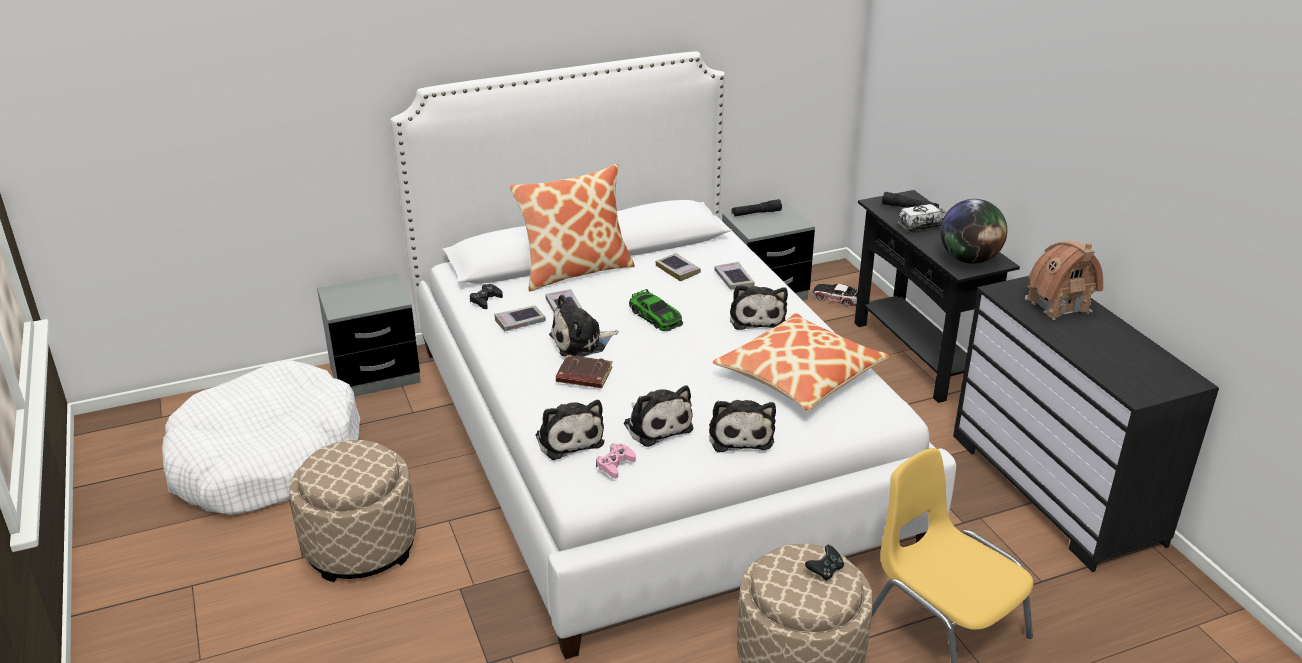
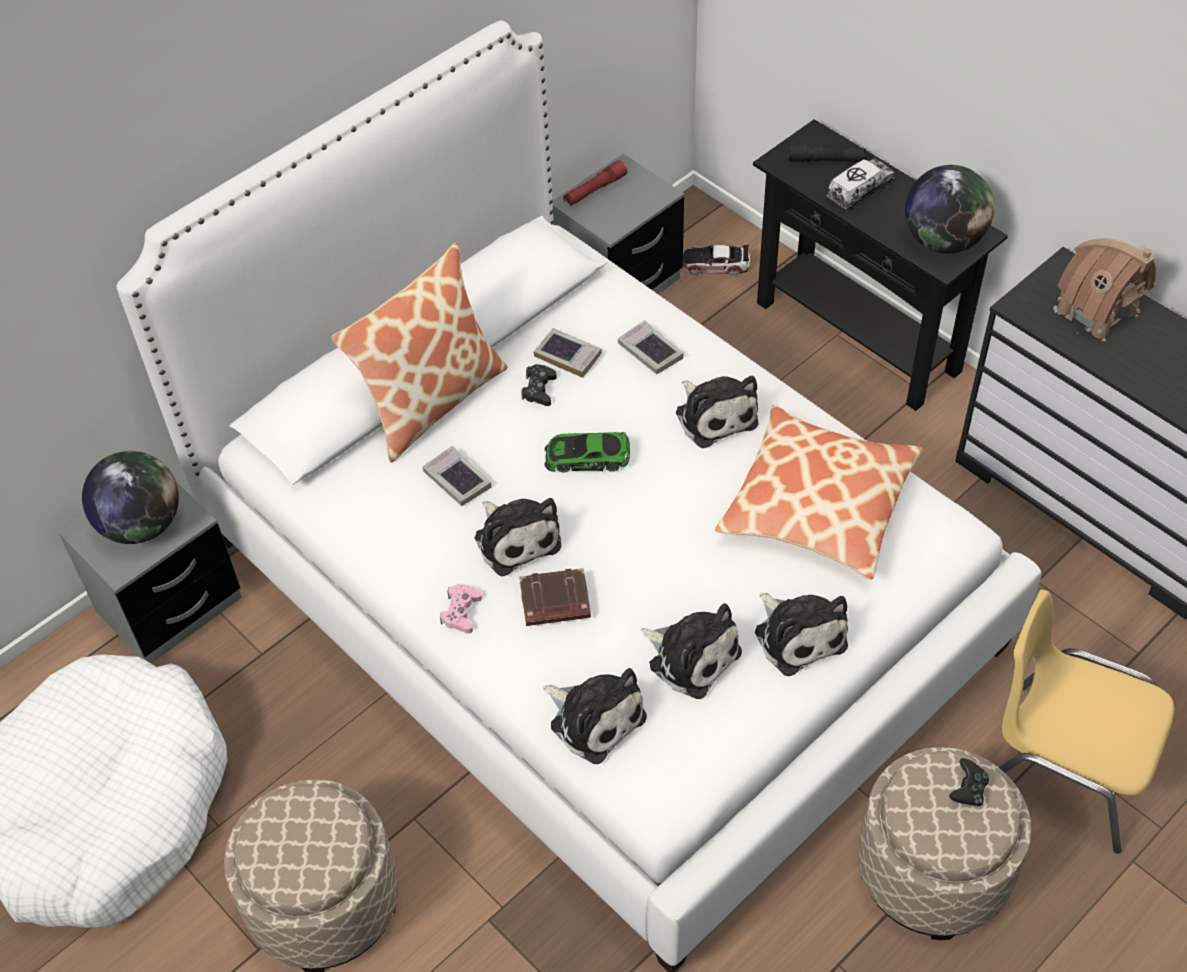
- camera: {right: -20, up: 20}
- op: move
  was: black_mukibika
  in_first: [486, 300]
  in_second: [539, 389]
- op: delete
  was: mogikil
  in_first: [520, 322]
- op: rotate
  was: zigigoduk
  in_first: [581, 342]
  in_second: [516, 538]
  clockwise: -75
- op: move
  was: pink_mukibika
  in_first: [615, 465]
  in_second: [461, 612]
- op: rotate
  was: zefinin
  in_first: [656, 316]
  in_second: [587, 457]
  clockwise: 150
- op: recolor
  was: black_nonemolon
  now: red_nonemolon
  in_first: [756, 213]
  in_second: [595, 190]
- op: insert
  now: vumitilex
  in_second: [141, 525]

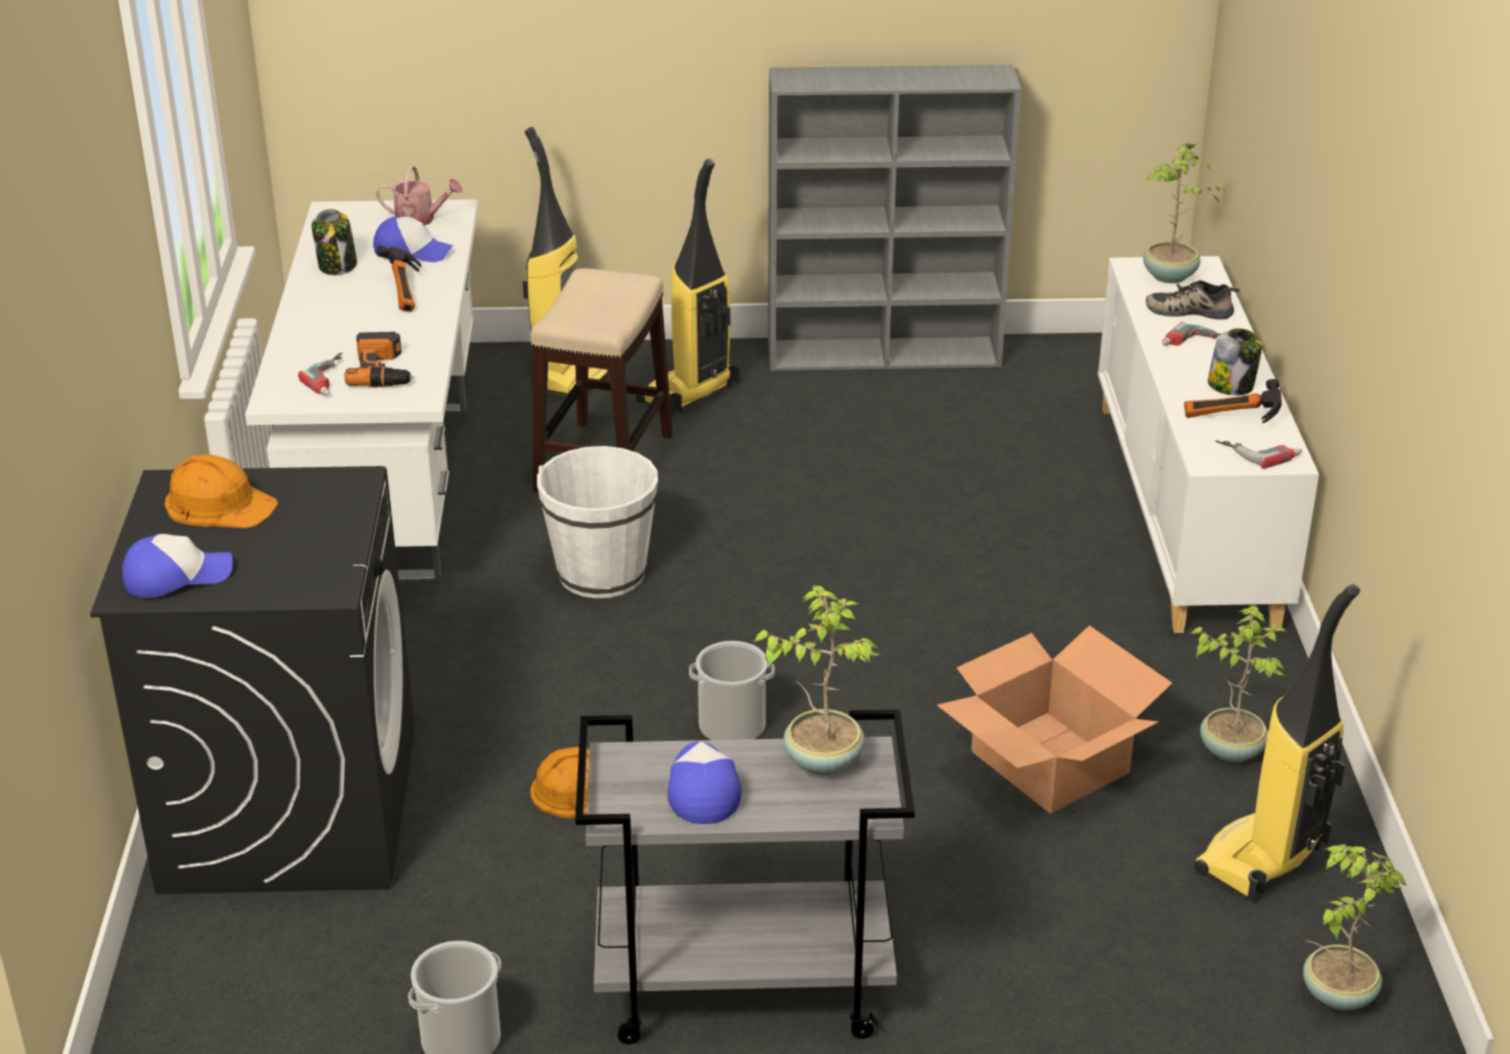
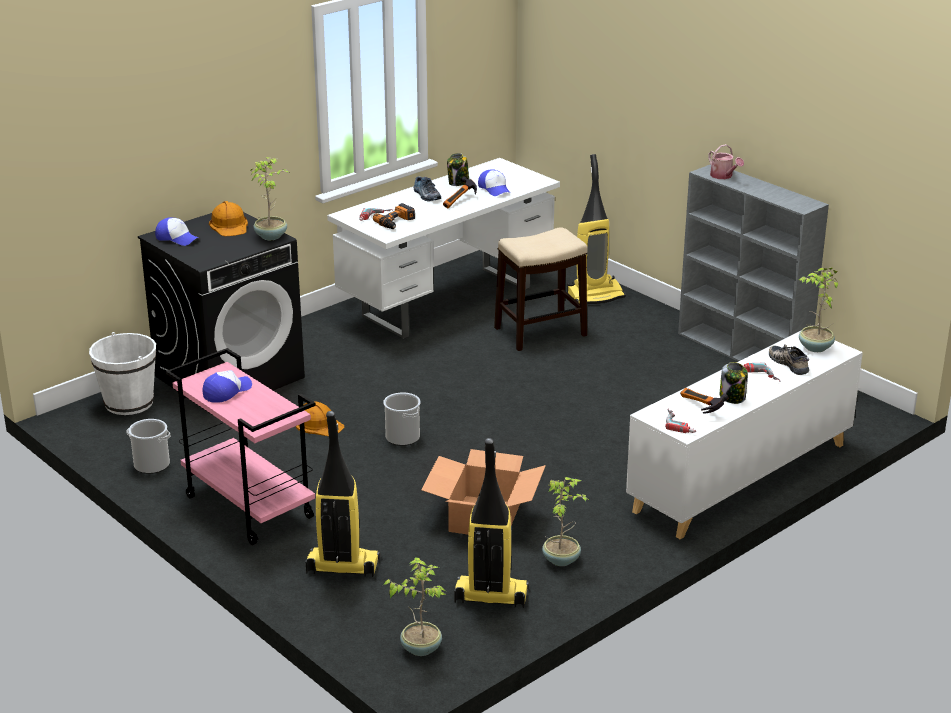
- camera: {right: 50, up: -5}
- op: move
  was: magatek
  in_first: [420, 219]
  in_second: [723, 176]
- op: move
  was: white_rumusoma
  in_first: [601, 573]
  in_second: [129, 403]
- op: recolor
  was: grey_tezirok
  now: pink_tezirok
  in_first: [741, 988]
  in_second: [247, 507]
- op: move
  was: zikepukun
  in_first: [689, 394]
  in_second: [341, 567]
- op: move
  was: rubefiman
  in_first: [822, 759]
  in_second: [271, 236]
- op: insert
  now: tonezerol
  in_second: [426, 195]

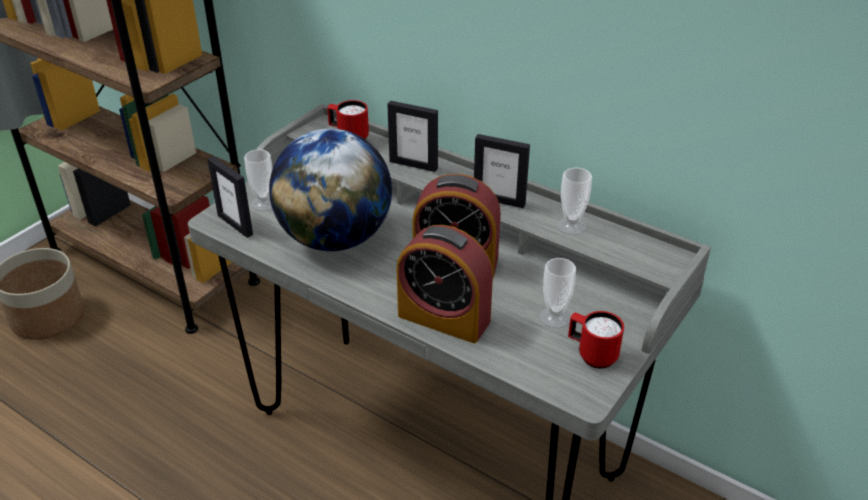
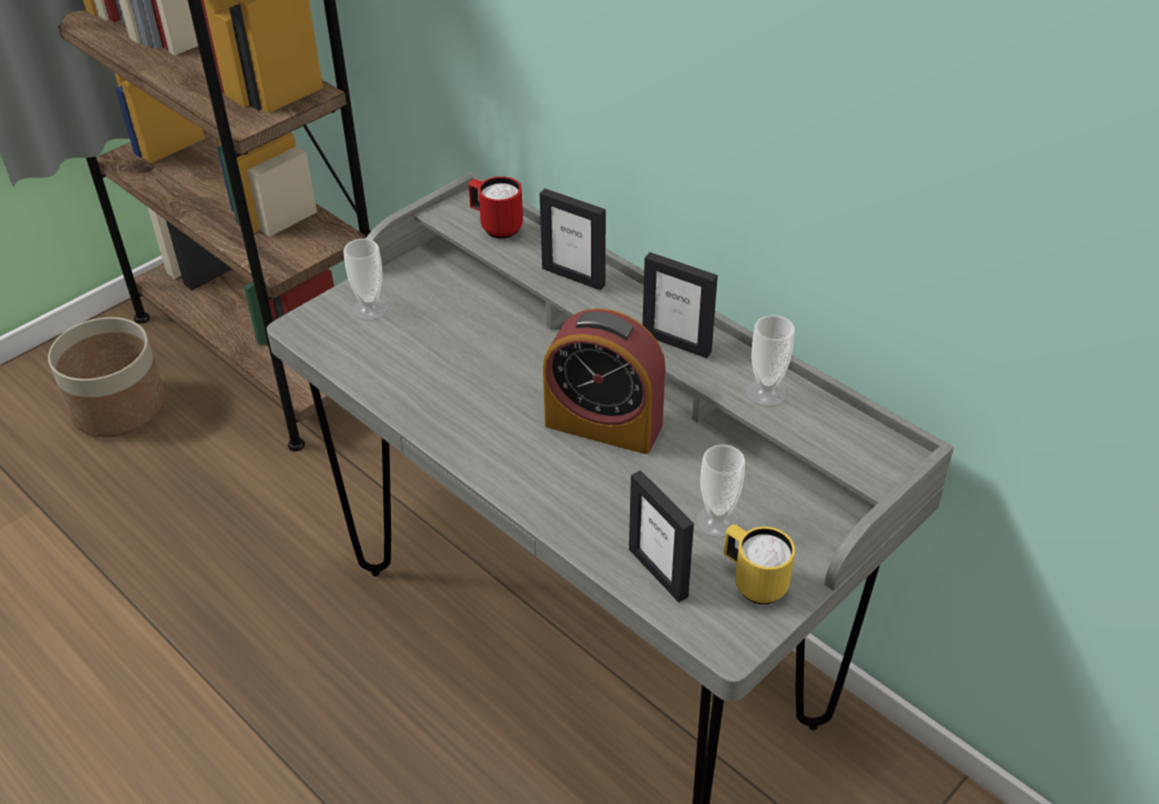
- camera: {right: 10, up: 5}
- op: move
  was: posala
  in_first: [235, 225]
  in_second: [658, 572]
- op: delete
  was: vumitilex
  in_first: [335, 238]
- op: delete
  was: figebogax
  in_first: [444, 318]
- op: recolor
  was: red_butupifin
  now: yellow_butupifin
  in_first: [591, 355]
  in_second: [753, 582]

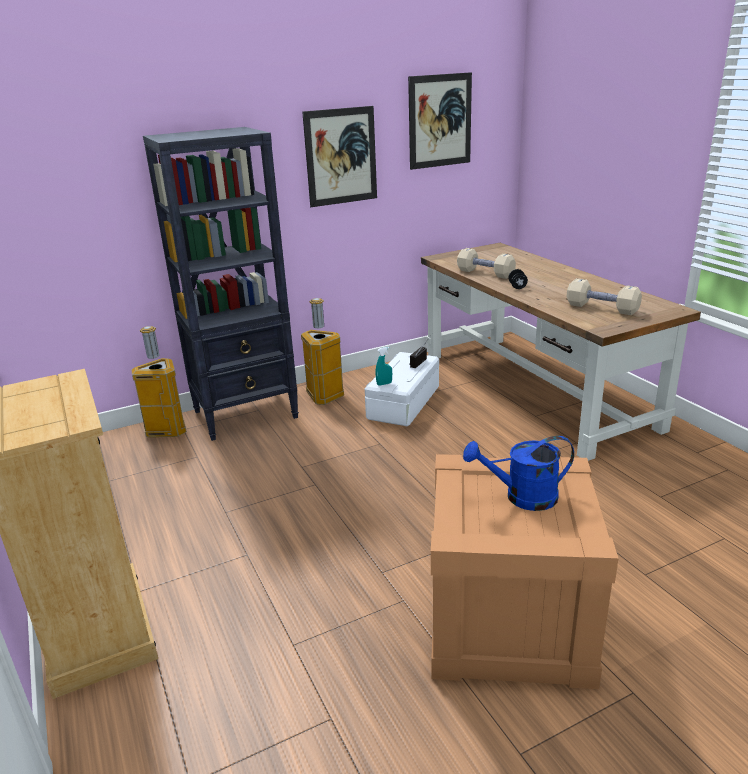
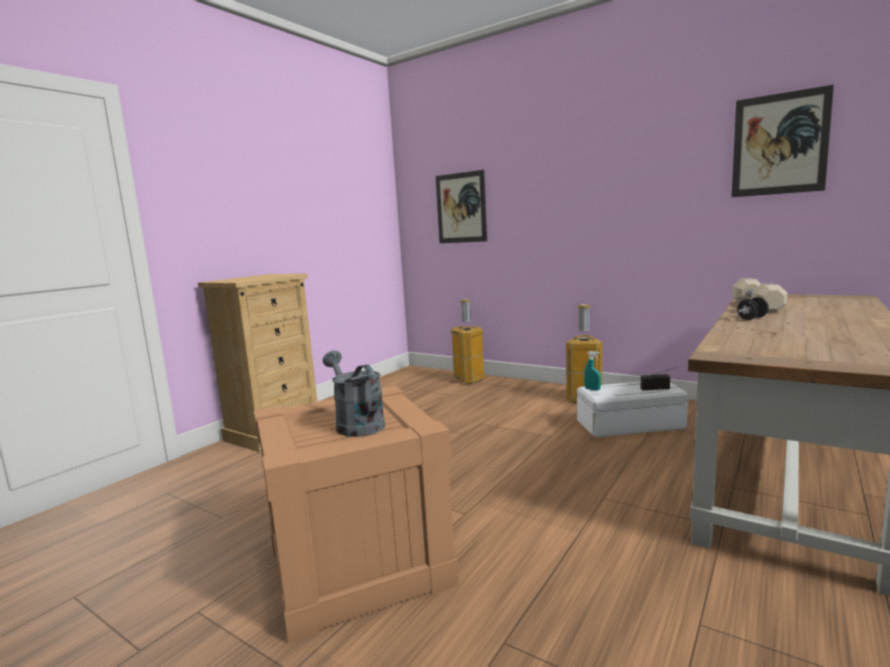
- camera: {right: 60, up: -15}
- op: delete
  was: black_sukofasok
  in_first: [247, 414]
- op: move
  was: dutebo
  in_first: [341, 156]
  in_second: [461, 208]
- op: recolor
  was: blue_magatek
  now: grey_magatek
  in_first: [522, 497]
  in_second: [356, 424]
- op: delete
  was: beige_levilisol
  in_first: [602, 308]

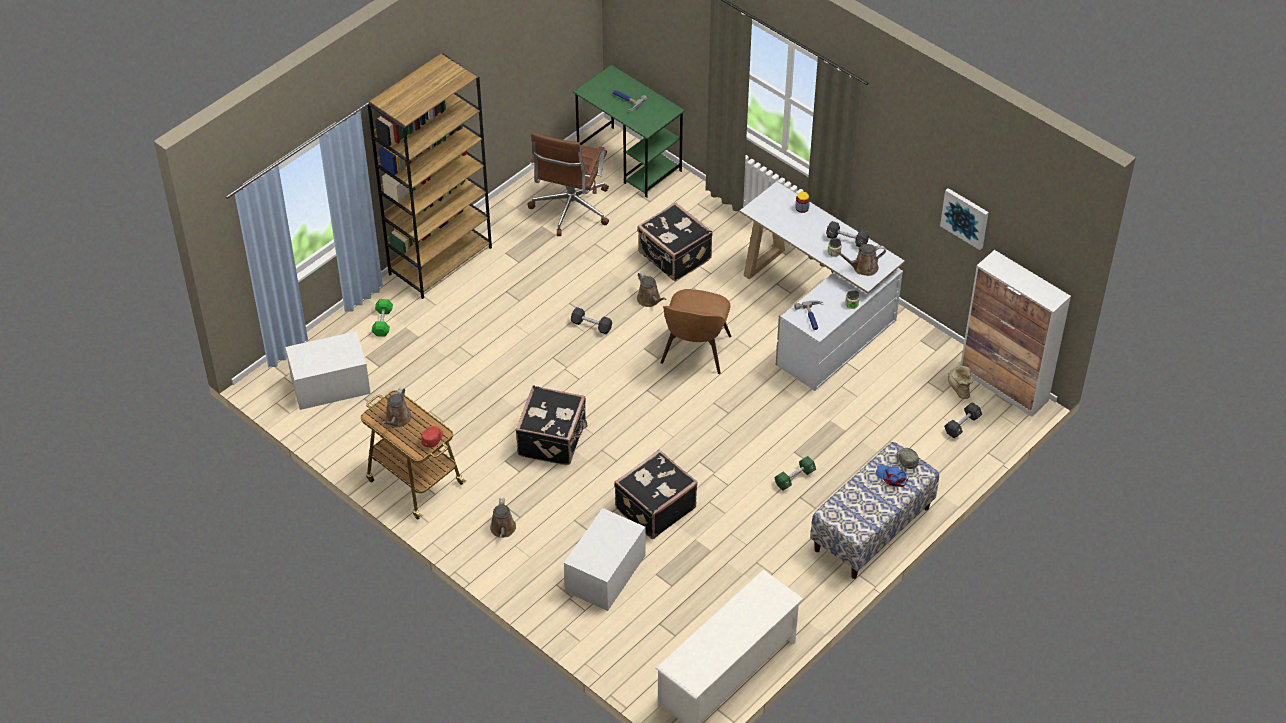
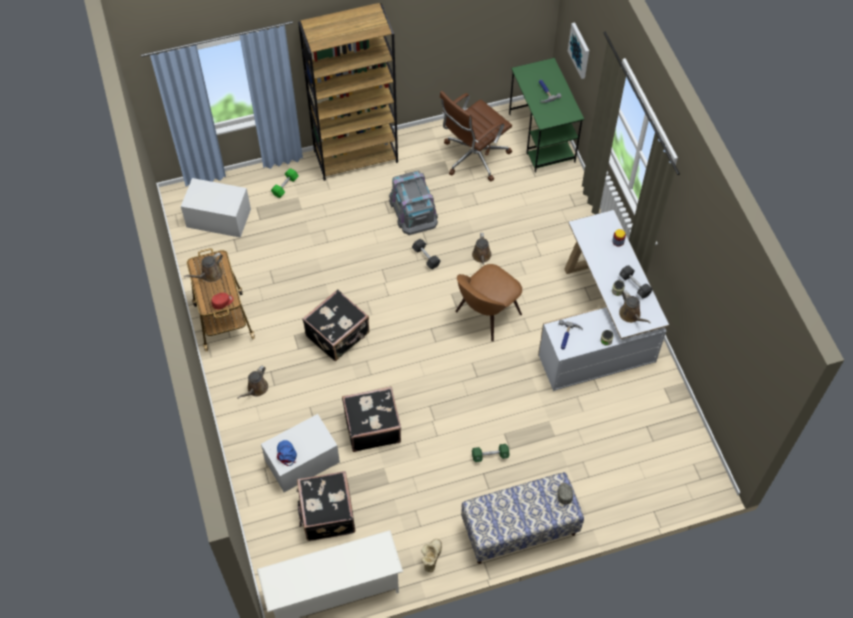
- camera: {right: 30, up: 10}
- op: move
  was: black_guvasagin
  in_first: [674, 257]
  in_second: [326, 514]
- op: rotate
  was: brown_magatek
  in_first: [863, 268]
  in_second: [631, 315]
  clockwise: -135
- op: move
  was: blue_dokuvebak
  in_first: [892, 477]
  in_second: [286, 454]
- op: move
  was: dutebo
  in_first: [965, 218]
  in_second: [579, 50]
- op: delete
  was: black_levilisol
  in_first: [962, 425]
- op: move
  was: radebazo
  in_first: [958, 388]
  in_second: [431, 557]
- op: delete
  was: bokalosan
  in_first: [1004, 386]
- op: insert
  now: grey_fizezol
  in_second: [413, 210]

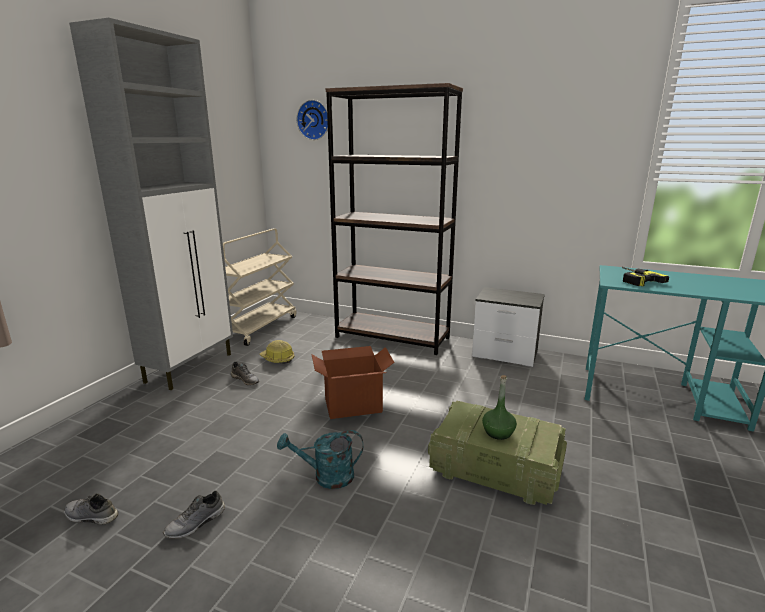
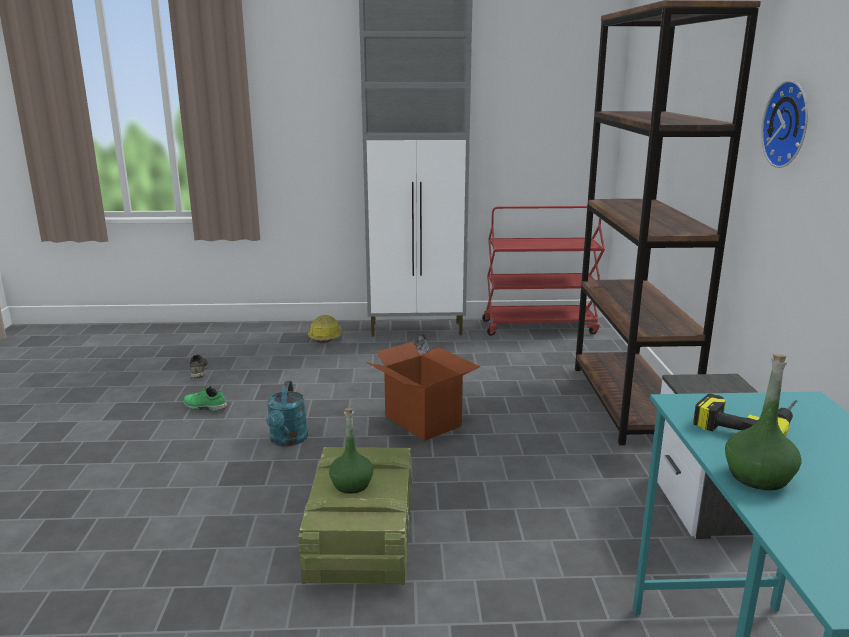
- camera: {right: 65, up: 0}
- op: recolor
  was: grey_tonezerol
  now: green_tonezerol
  in_first: [196, 523]
  in_second: [204, 407]
- op: recolor
  was: beige_tezirok
  now: red_tezirok
  in_first: [259, 327]
  in_second: [540, 327]
- op: move
  was: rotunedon
  in_first: [277, 359]
  in_second: [325, 337]
- op: rotate
  was: turquoise_magatek
  in_first: [326, 477]
  in_second: [287, 440]
  clockwise: -150
- op: move
  was: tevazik
  in_first: [314, 120]
  in_second: [790, 124]
- op: insert
  now: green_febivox
  in_second: [758, 476]

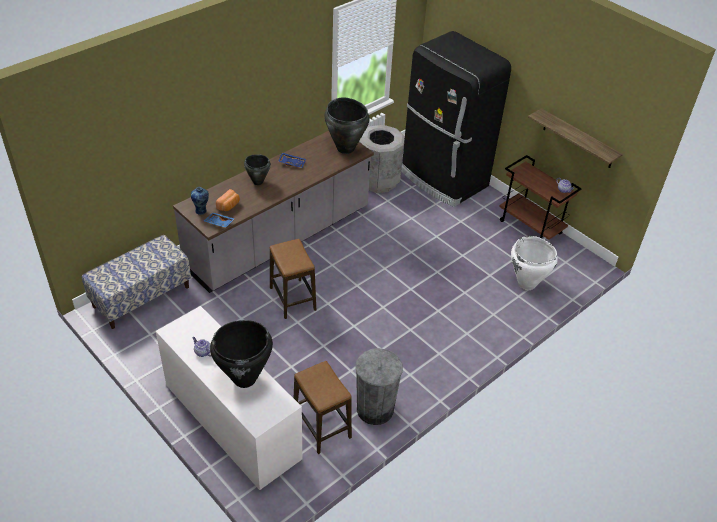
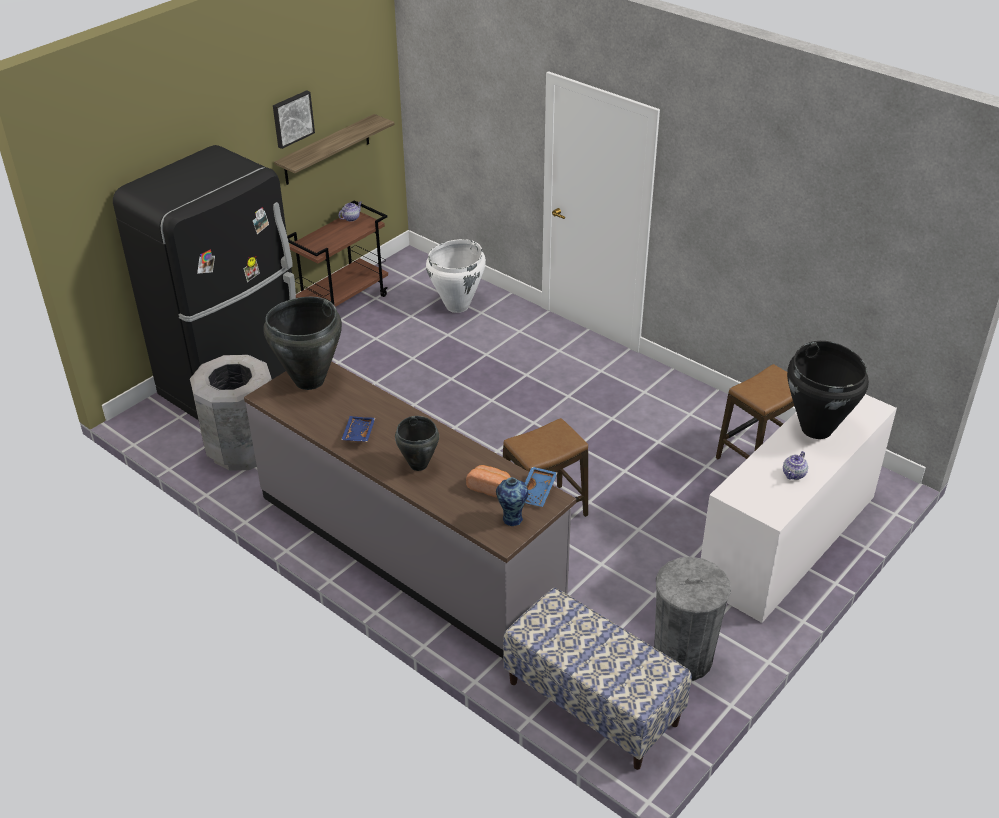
- camera: {right: -95, up: -5}
- op: move
  was: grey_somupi
  in_first: [375, 409]
  in_second: [682, 657]
- op: insert
  now: dutebo
  in_second: [292, 118]

